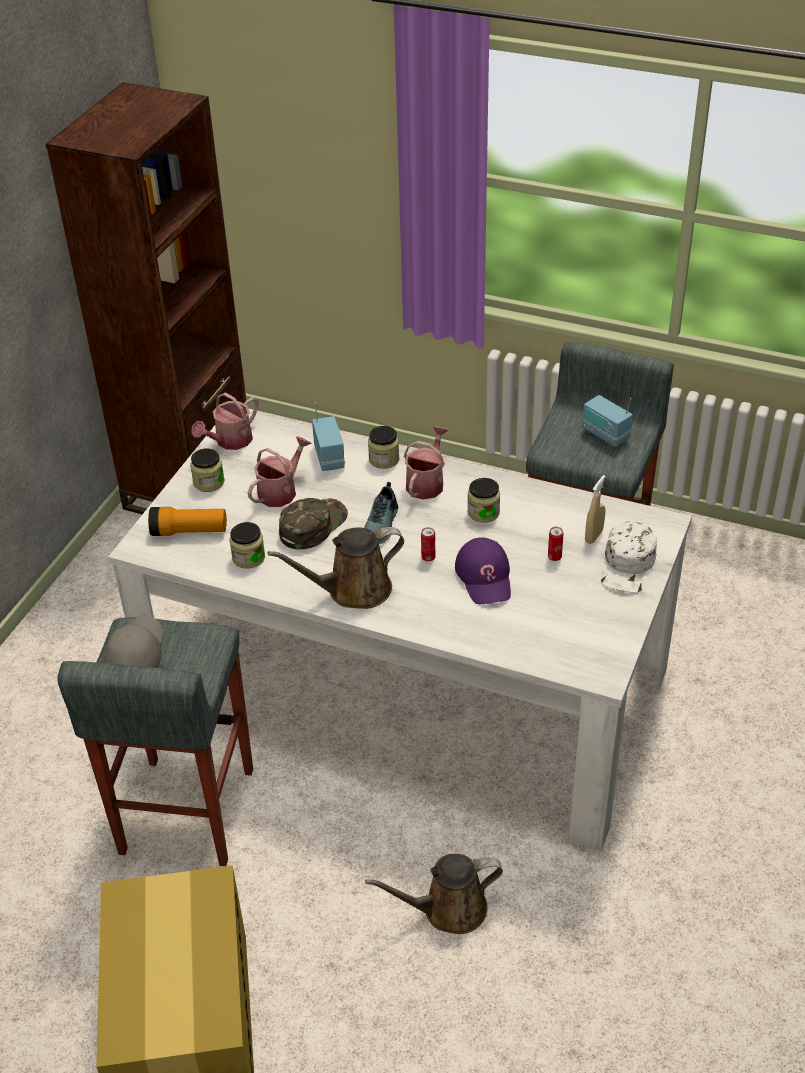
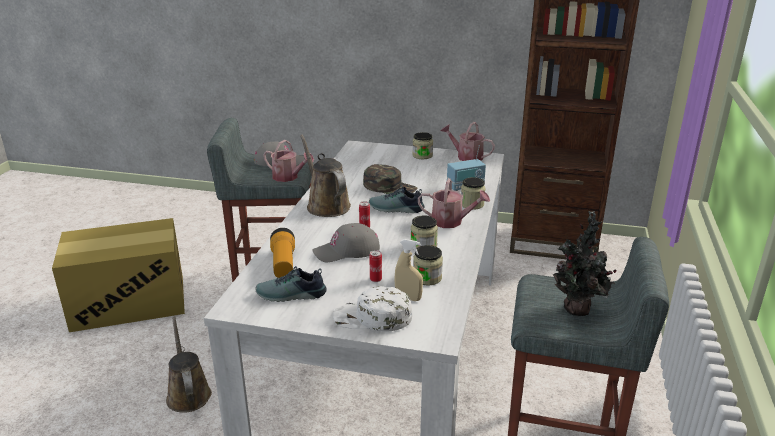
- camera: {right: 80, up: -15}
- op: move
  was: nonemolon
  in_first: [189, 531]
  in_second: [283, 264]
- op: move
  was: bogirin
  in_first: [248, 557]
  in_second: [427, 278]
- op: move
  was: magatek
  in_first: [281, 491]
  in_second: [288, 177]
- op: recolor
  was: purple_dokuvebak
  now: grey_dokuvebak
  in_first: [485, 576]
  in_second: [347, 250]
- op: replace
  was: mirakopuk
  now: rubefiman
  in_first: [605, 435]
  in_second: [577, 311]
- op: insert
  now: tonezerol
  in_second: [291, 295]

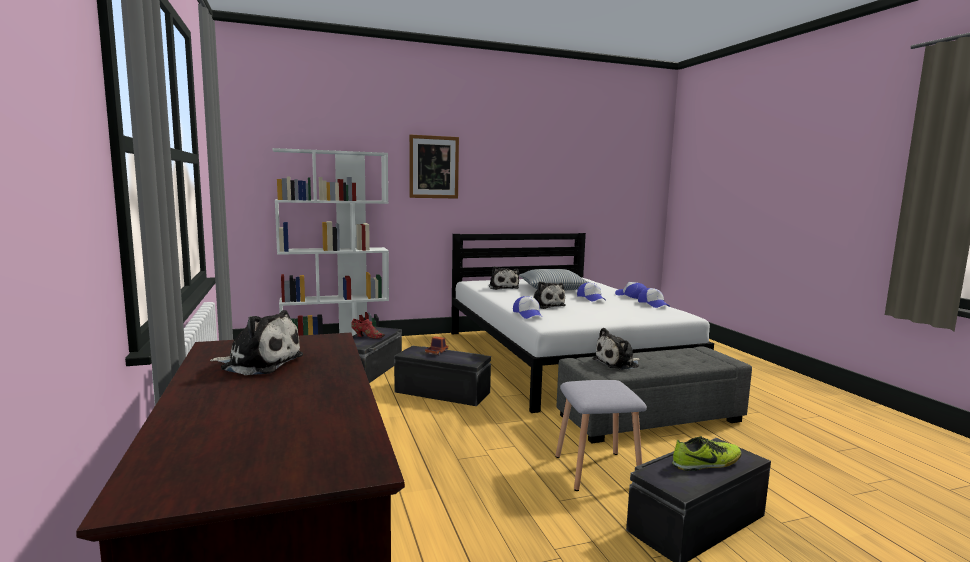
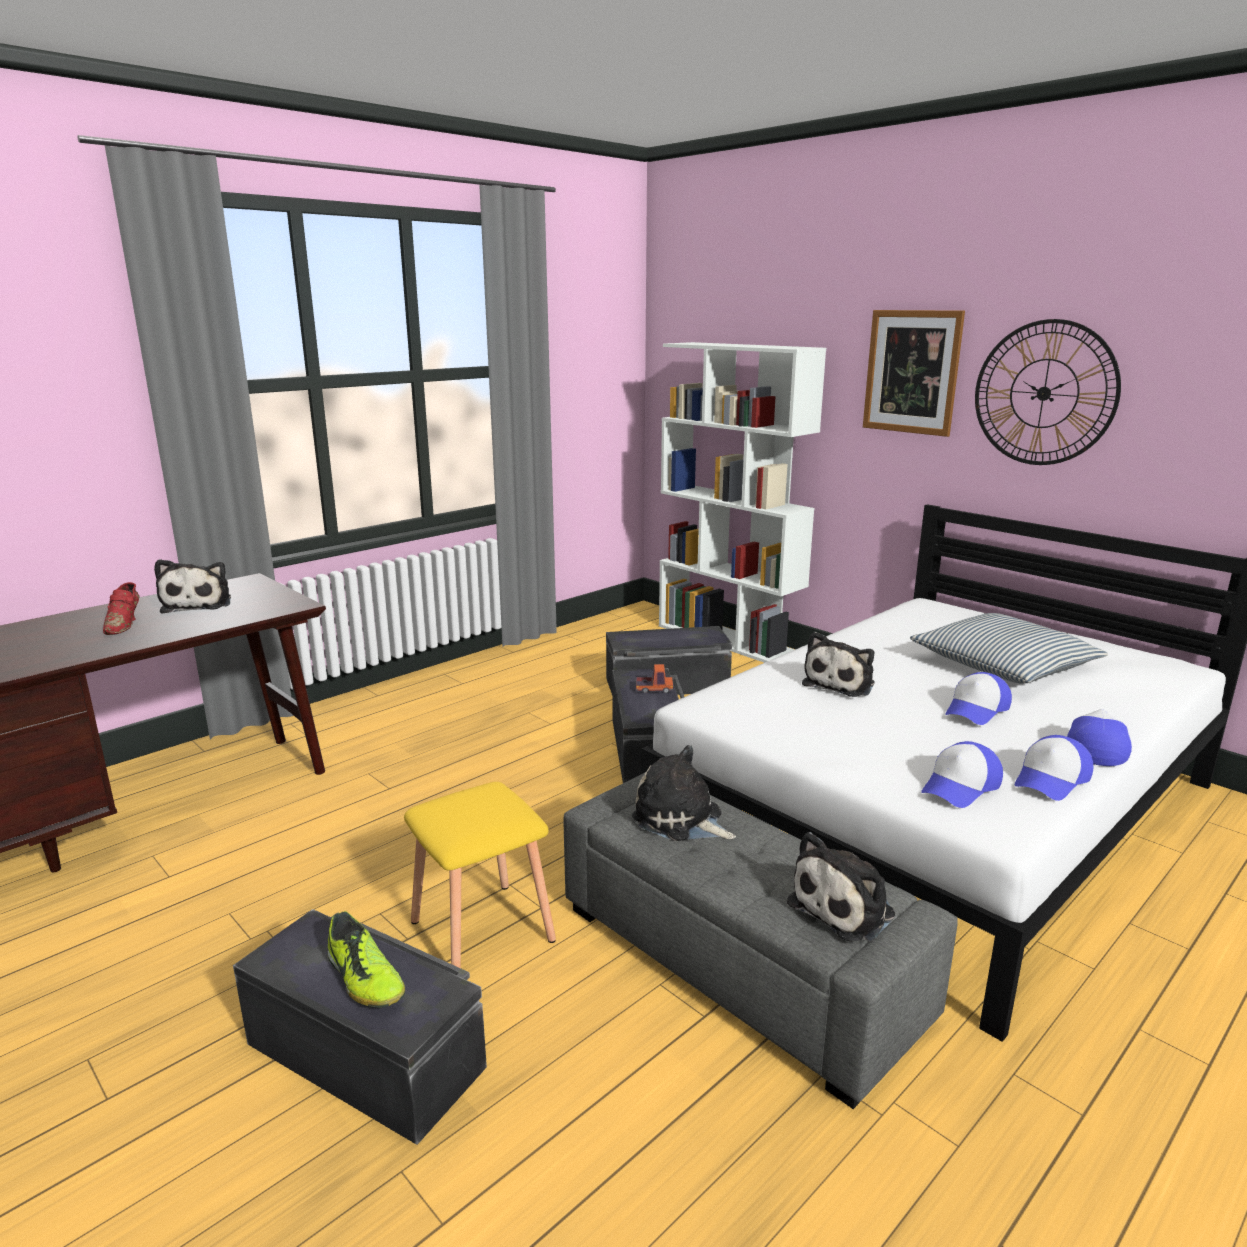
- camera: {right: 65, up: 10}
- op: move
  was: red_tonezerol
  in_first: [366, 336]
  in_second: [125, 625]
- op: move
  was: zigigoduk
  in_first: [503, 288]
  in_second: [846, 907]
- op: move
  was: dokuvebak
  in_first: [528, 314]
  in_second: [960, 786]
- op: recolor
  was: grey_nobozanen
  now: yellow_nobozanen
  in_first: [596, 471]
  in_second: [480, 930]
- op: insert
  now: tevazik
  in_second: [1044, 393]

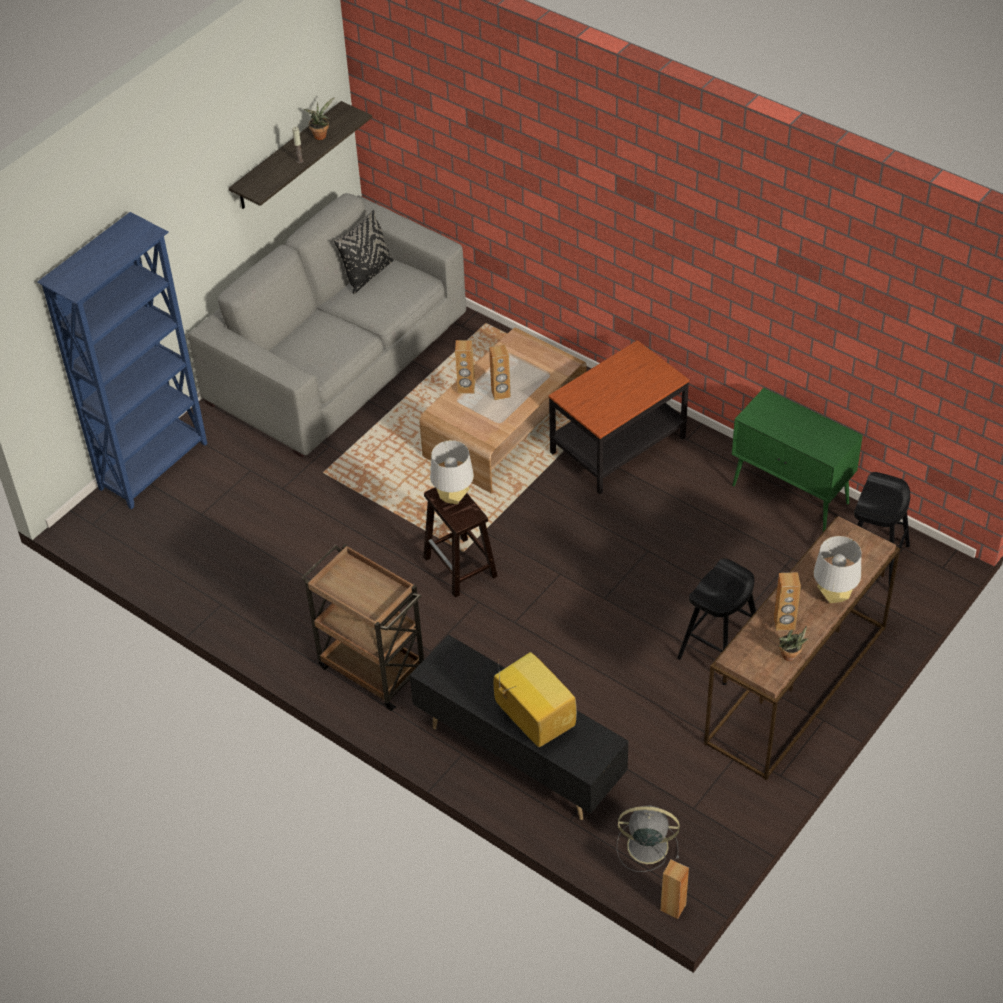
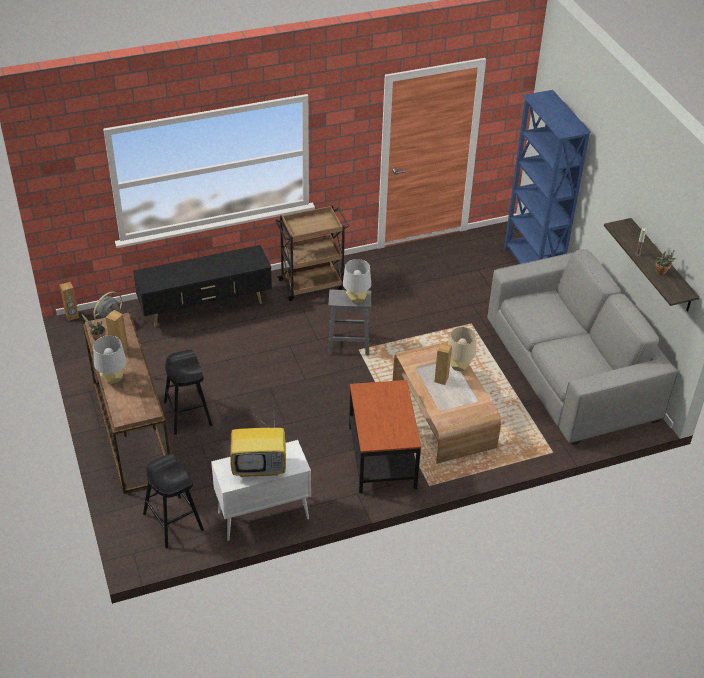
- camera: {right: 120, up: -5}
- op: delete
  was: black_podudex
  in_first: [367, 274]
- op: recolor
  was: brown_nobozanen
  now: grey_nobozanen
  in_first: [461, 567]
  in_second: [348, 344]
- op: replace
  was: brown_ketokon
  now: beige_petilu
  in_first: [466, 388]
  in_second: [459, 367]
- op: move
  was: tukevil
  in_first: [533, 720]
  in_second: [260, 467]
- op: recolor
  was: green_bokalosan
  now: white_bokalosan
  in_first: [791, 495]
  in_second: [262, 516]

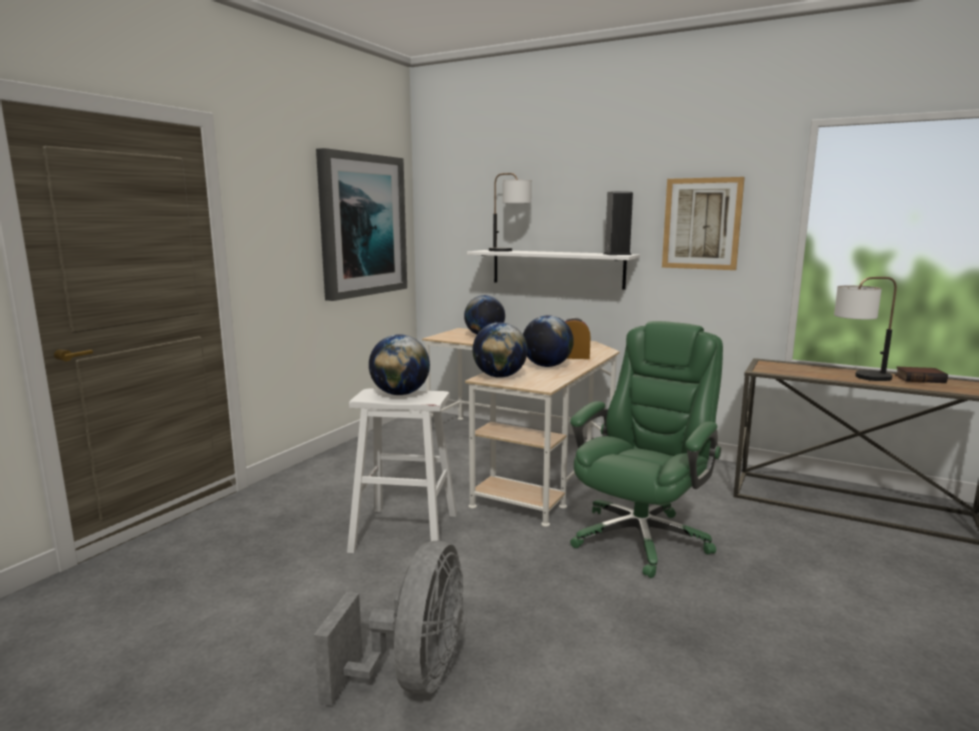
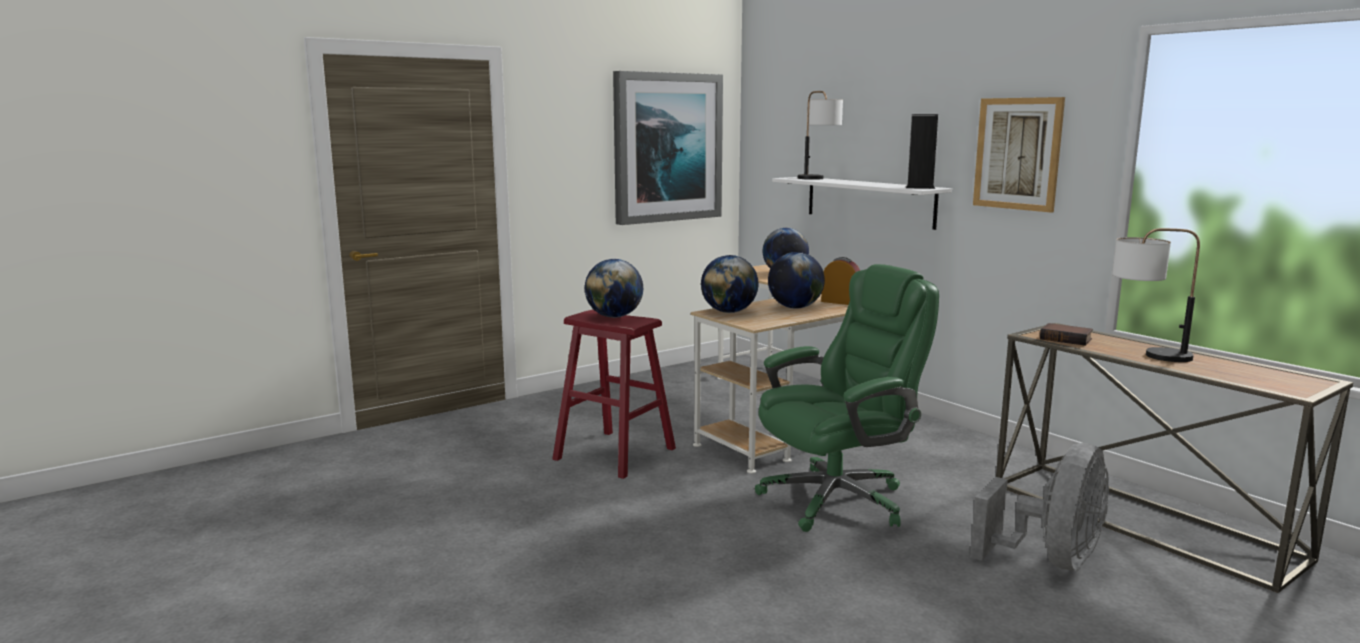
- camera: {right: 25, up: 0}
- op: move
  was: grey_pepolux
  in_first: [412, 677]
  in_second: [1051, 560]
- op: recolor
  was: white_nobozanen
  now: red_nobozanen
  in_first: [405, 532]
  in_second: [614, 454]
- op: move
  was: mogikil
  in_first: [920, 379]
  in_second: [1066, 339]

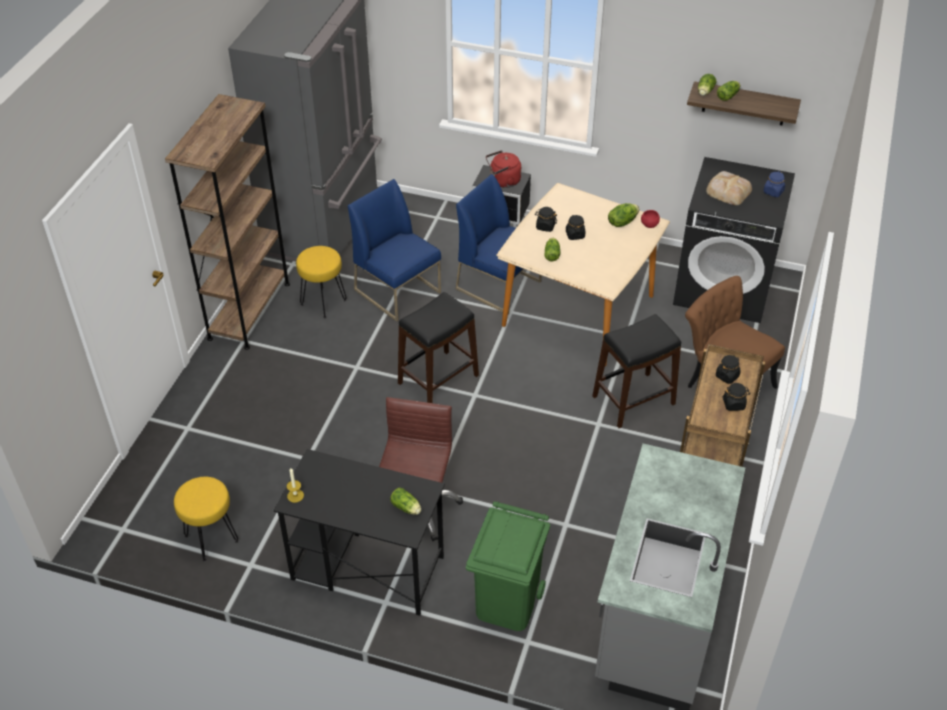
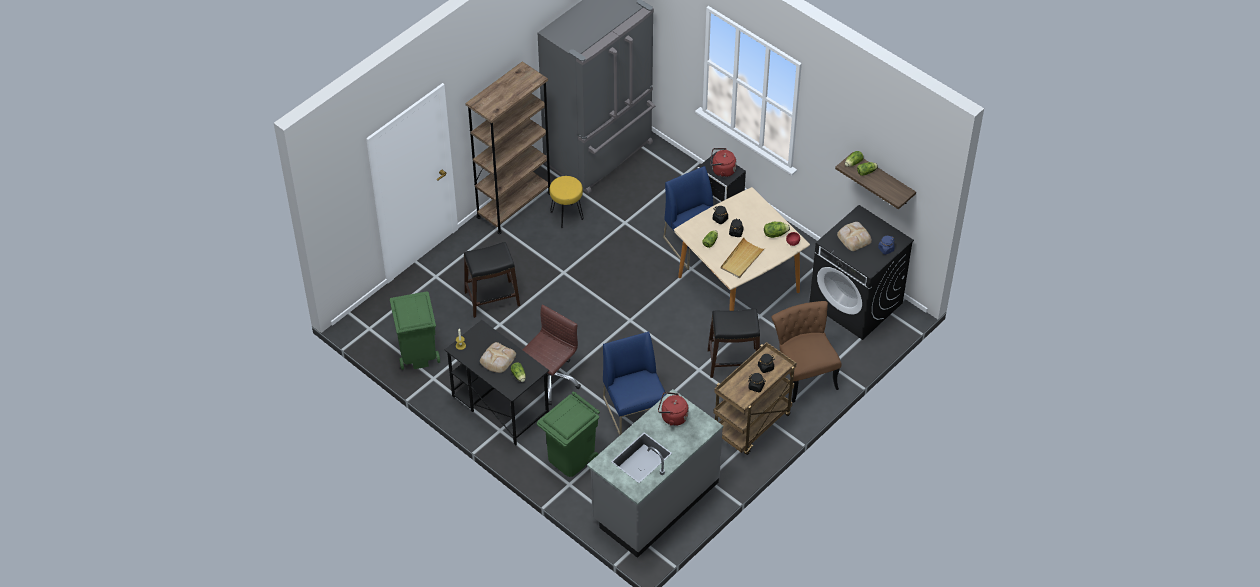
- camera: {right: 25, up: 5}
- op: replace
  was: yellow_nobozanen
  now: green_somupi
  in_first: [211, 539]
  in_second: [417, 354]
- op: move
  was: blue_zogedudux
  in_first: [398, 291]
  in_second: [635, 411]
- op: move
  was: black_nobozanen
  in_first: [437, 379]
  in_second: [491, 298]
- op: insert
  now: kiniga
  in_second: [497, 359]
- op: insert
  now: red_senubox
  in_second: [672, 417]
- op: insert
  now: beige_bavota
  in_second: [742, 259]

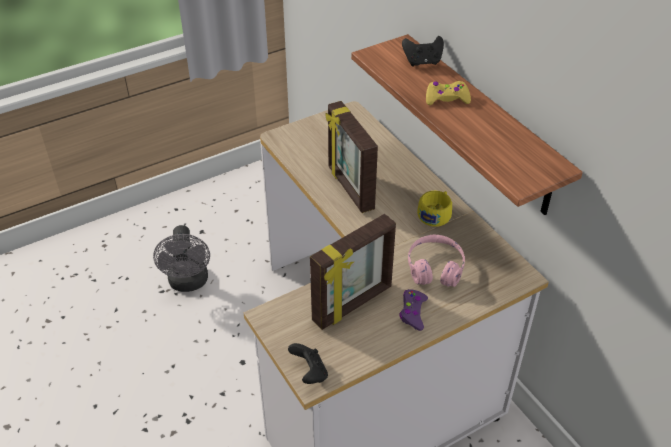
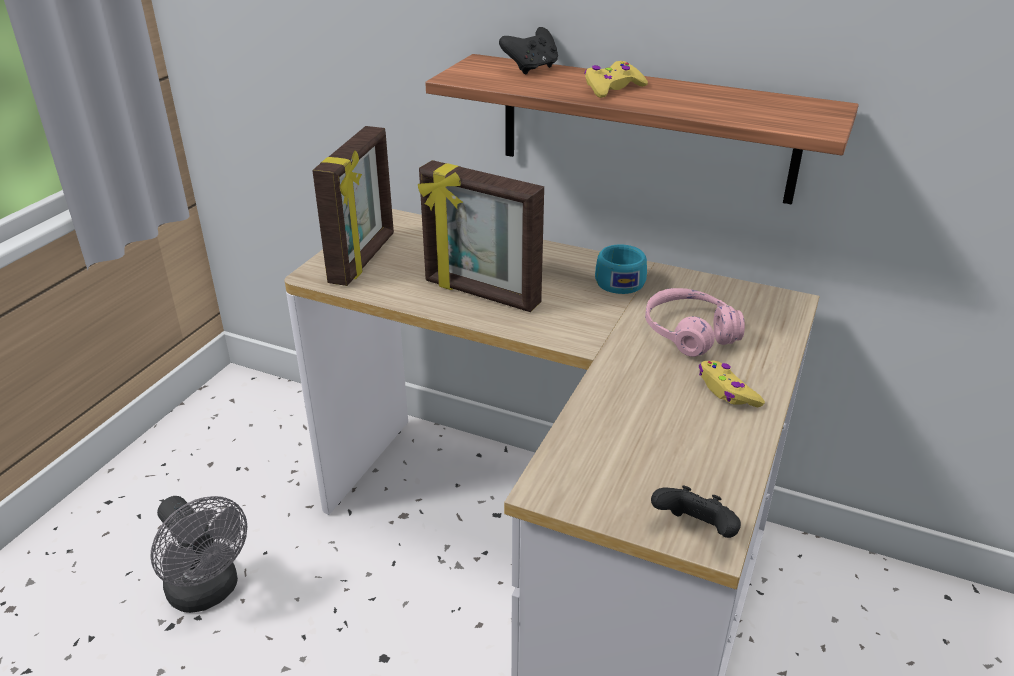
- camera: {right: -35, up: -10}
- op: move
  was: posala
  in_first: [353, 305]
  in_second: [364, 259]
- op: recolor
  was: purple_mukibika
  now: yellow_mukibika
  in_first: [413, 313]
  in_second: [727, 391]
- op: recolor
  was: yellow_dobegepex
  now: turquoise_dobegepex
  in_first: [435, 214]
  in_second: [618, 280]

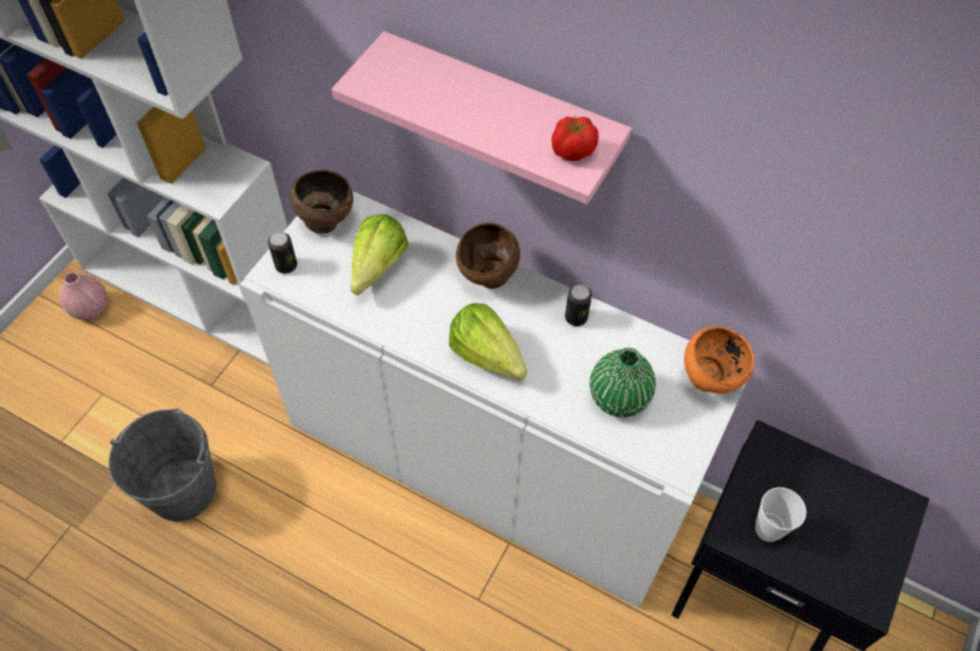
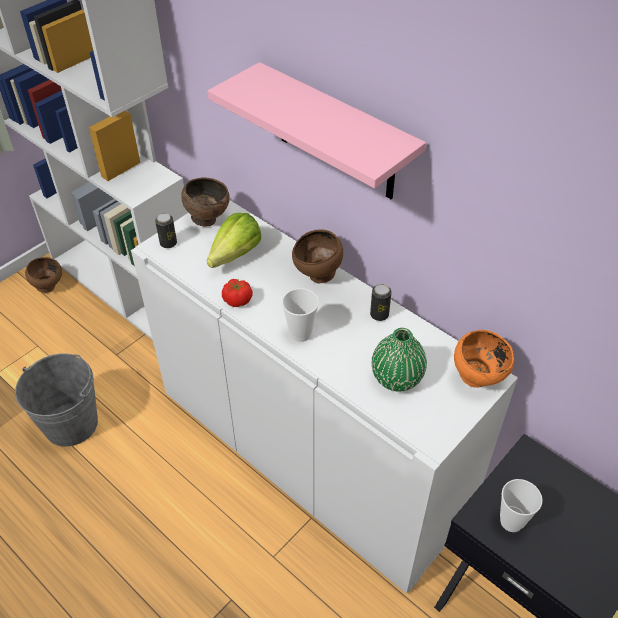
- camera: {right: 15, up: -10}
- op: replace
  was: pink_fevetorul
  now: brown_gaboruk
  in_first: [90, 308]
  in_second: [49, 287]
- op: replace
  was: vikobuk
  now: dobegepex
  in_first: [490, 361]
  in_second: [300, 334]
- op: move
  was: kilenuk
  in_first: [572, 151]
  in_second: [237, 301]

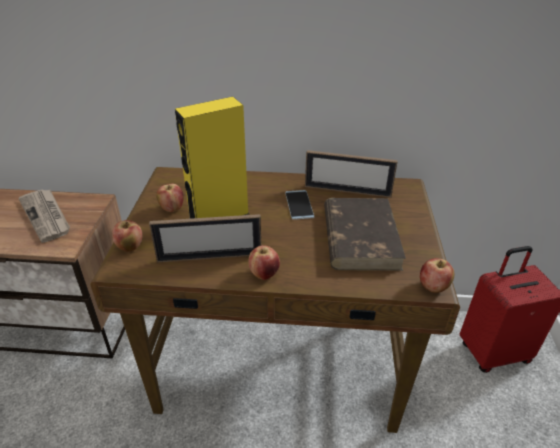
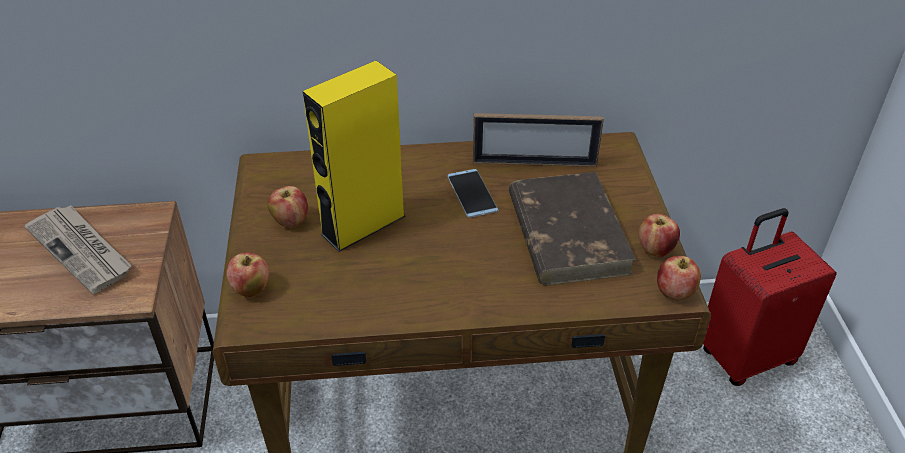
- camera: {right: -10, up: 5}
- op: delete
  was: posala
  in_first: [209, 257]
- op: move
  was: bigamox
  in_first: [264, 274]
  in_second: [655, 250]

